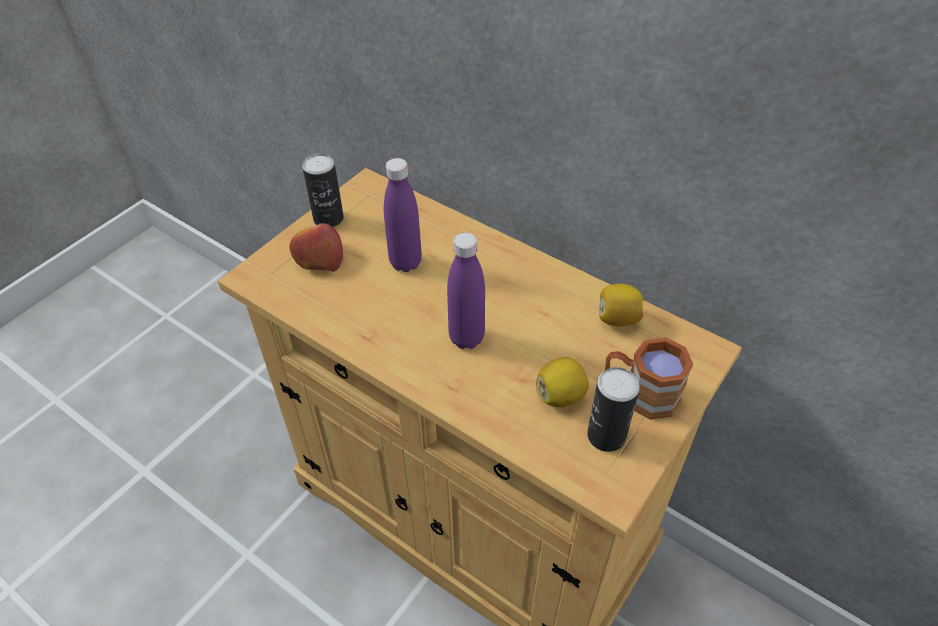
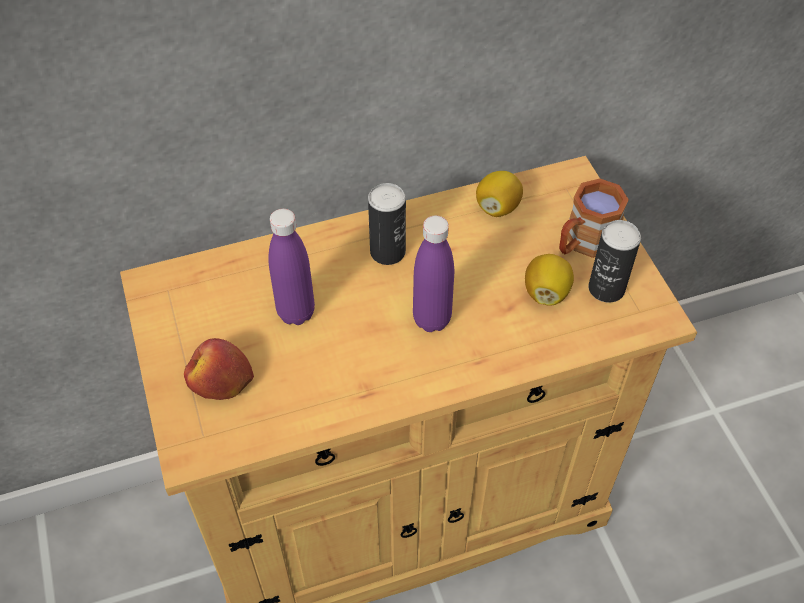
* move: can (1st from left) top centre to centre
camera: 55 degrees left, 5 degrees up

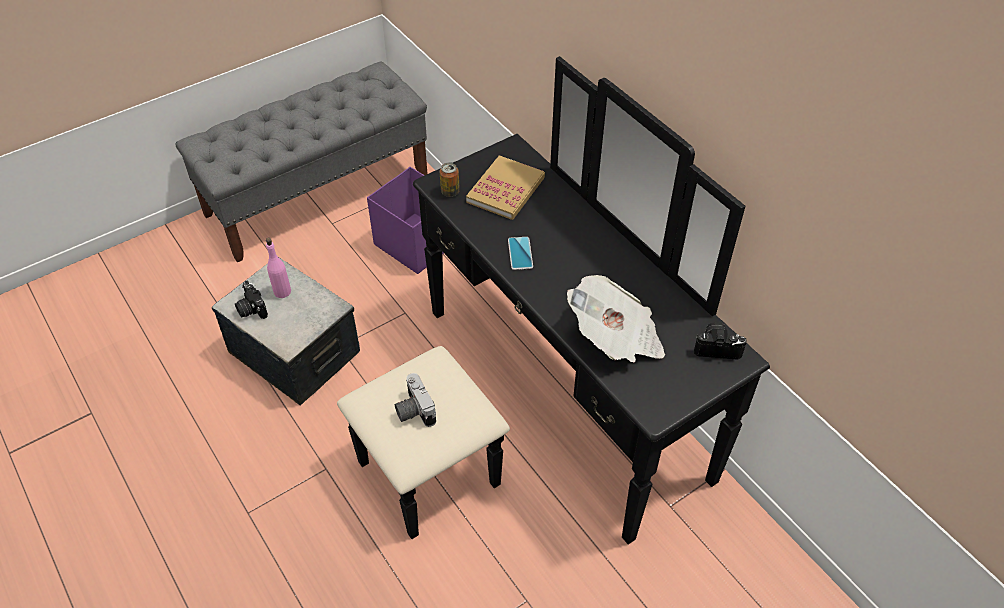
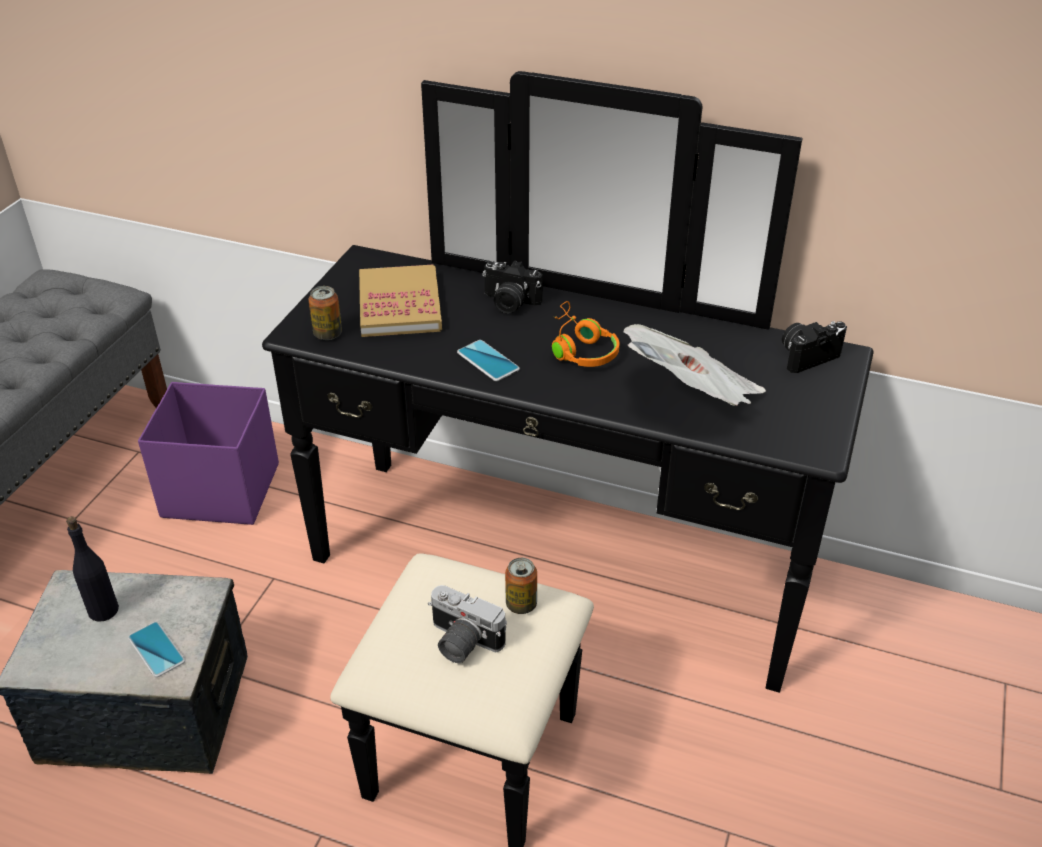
* insert: phone (1st from left) bottom left
* insert: can (2nd from left) bottom centre
* insert: headphones (orange) centre
* move: photo camera (1st from left in the first image) middle left to photo camera (2nd from left) centre
* recolor: bottle (pink) middle left to bottle (black) bottom left
camera: 35 degrees left, 10 degrees down

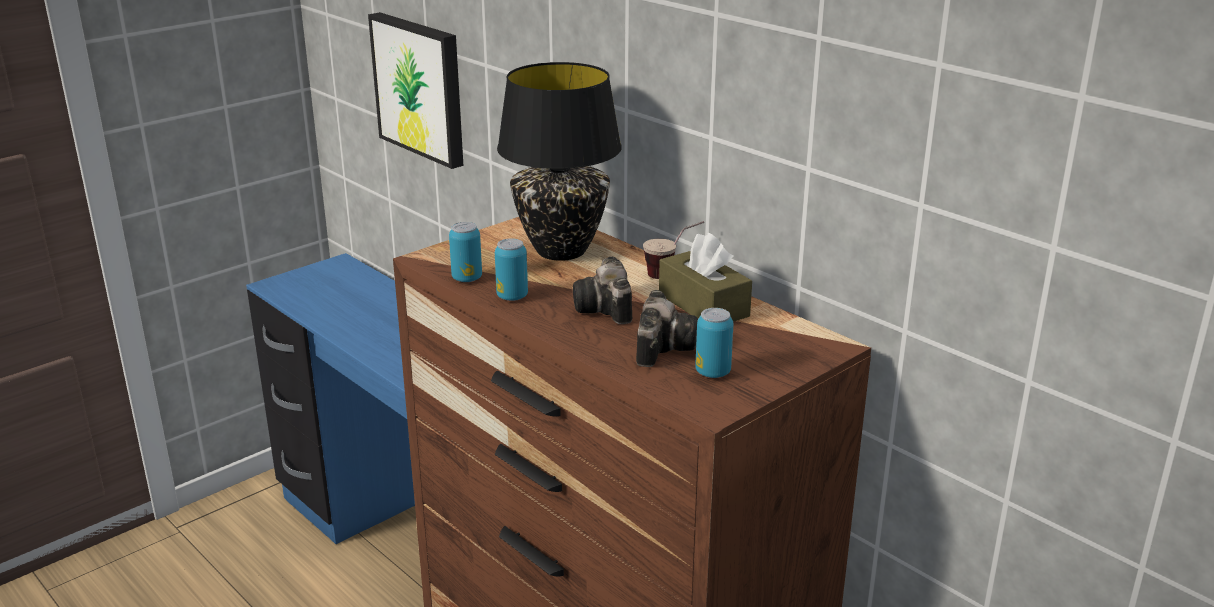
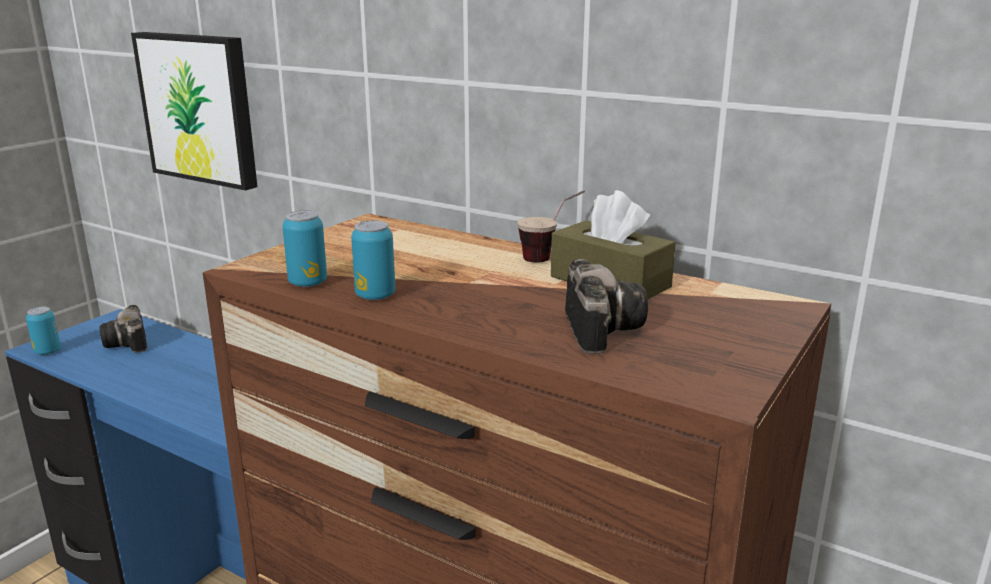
* delete: table lamp (black) top centre
* move: photo camera (1st from left) centre to middle left
* move: can (3rd from left in the first image) centre to can (1st from left) middle left
camera: 15 degrees left, 5 degrees down

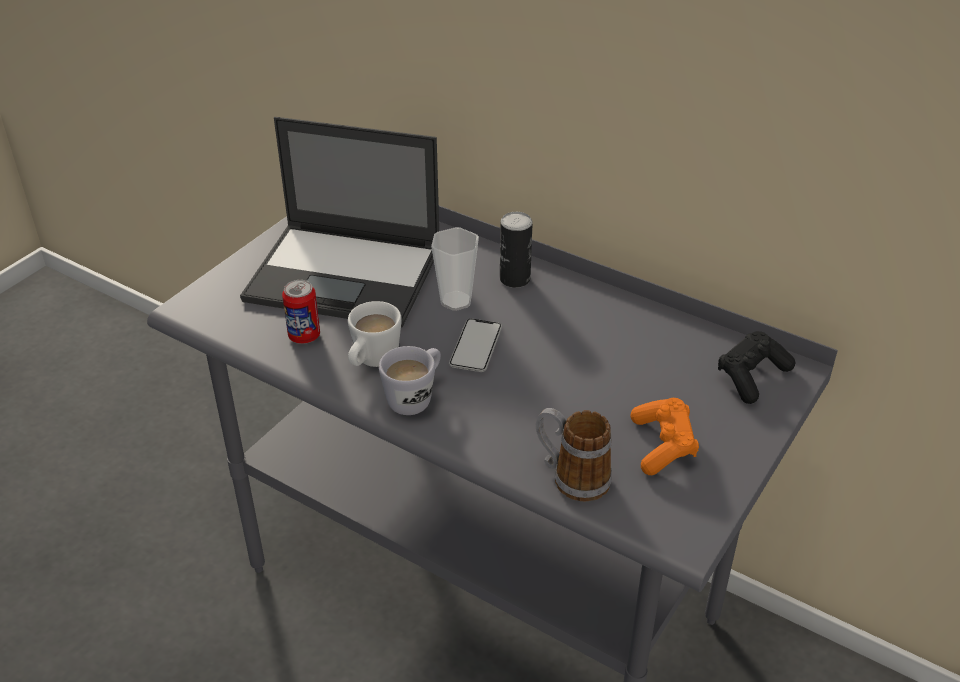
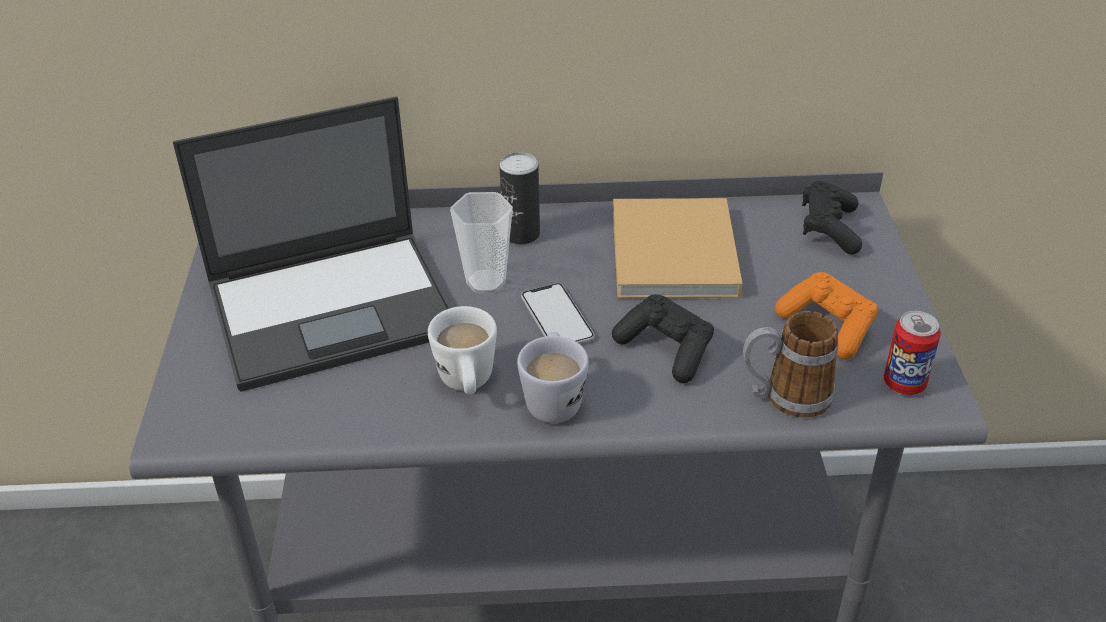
* insert: game controller (black) (1st from left) centre
* insert: book (beige) centre
* move: can (1st from left in the first image) middle left to can (2nd from left) middle right
camera: 35 degrees left, 0 degrees up

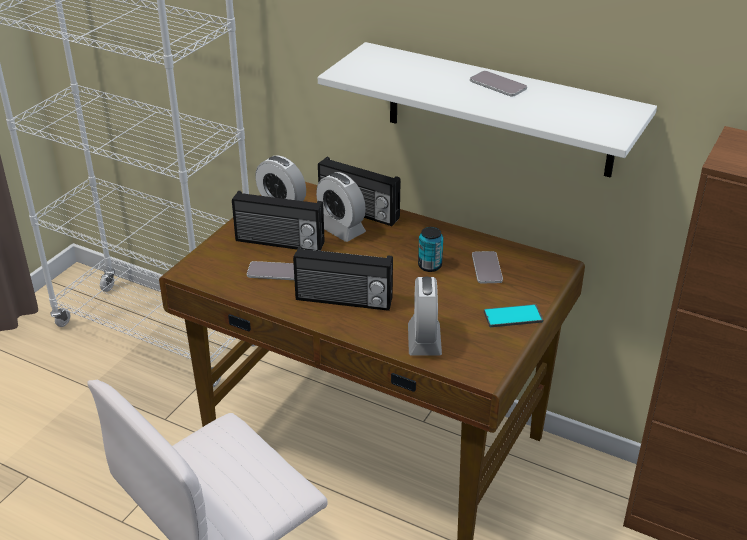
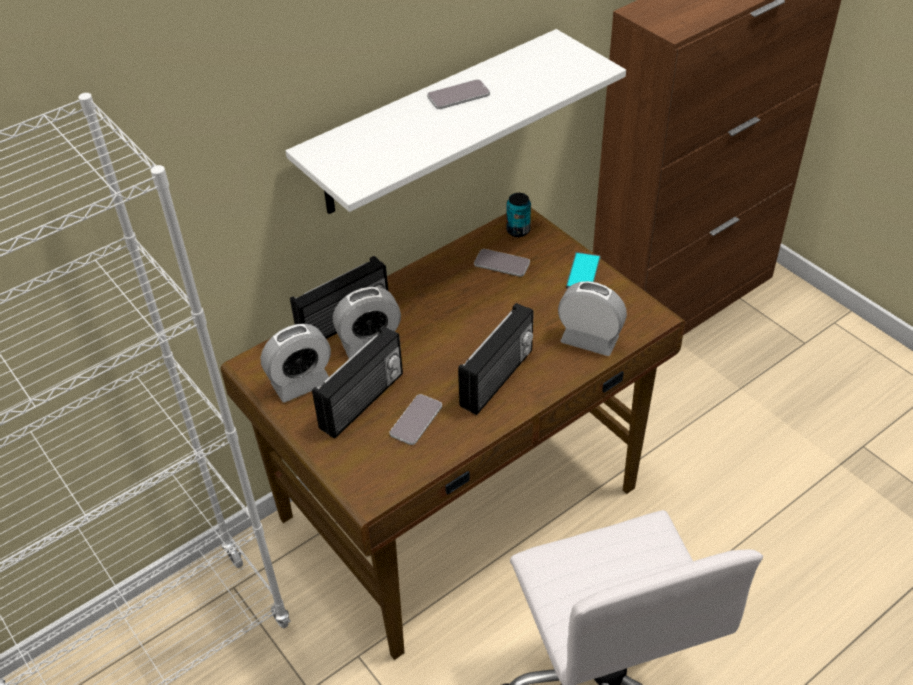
* move: can centre to top centre
camera: 65 degrees left, 10 degrees up

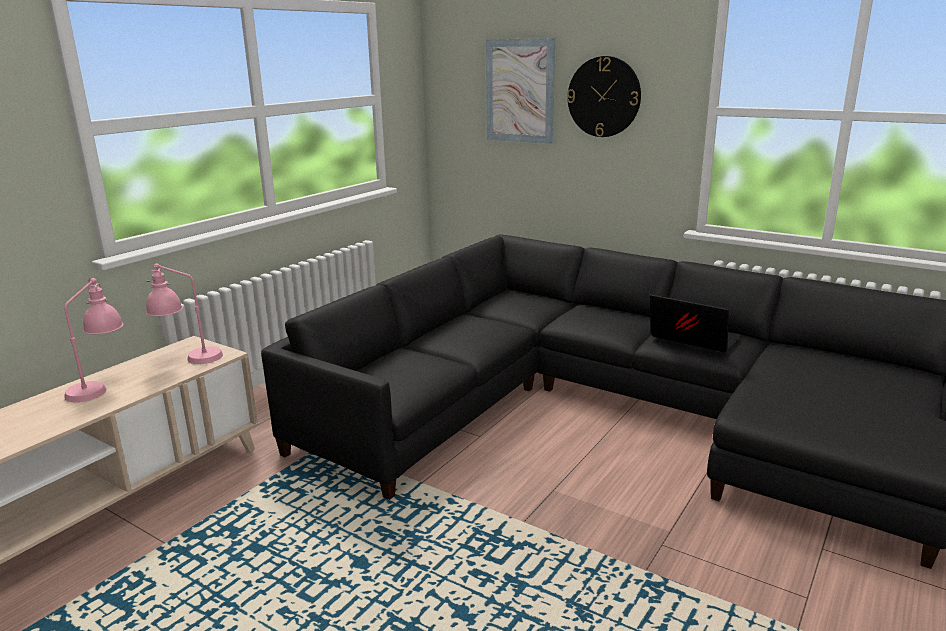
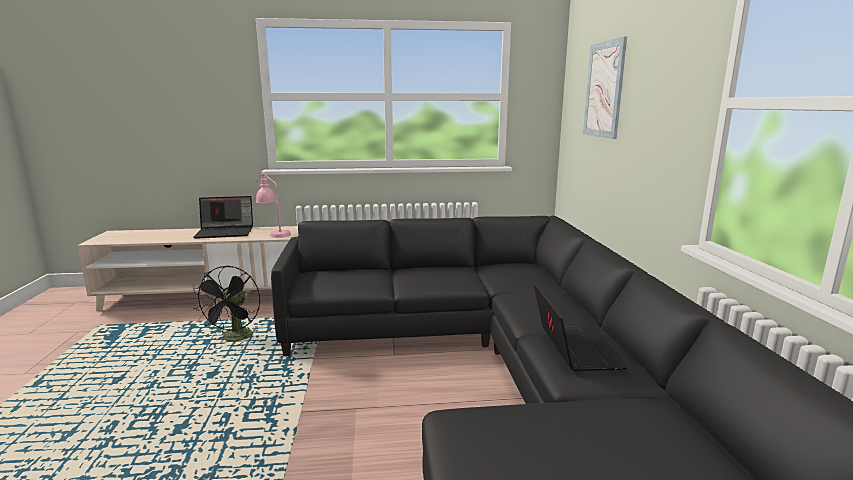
* delete: wall clock top centre
* insert: fan (black) middle left
* replace: table lamp (pink) (1st from left) middle left to laptop (1st from left) middle left
camera: 50 degrees right, 5 degrees down

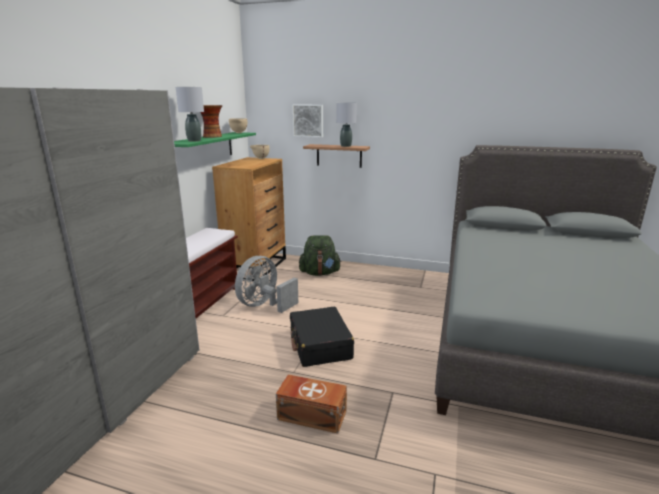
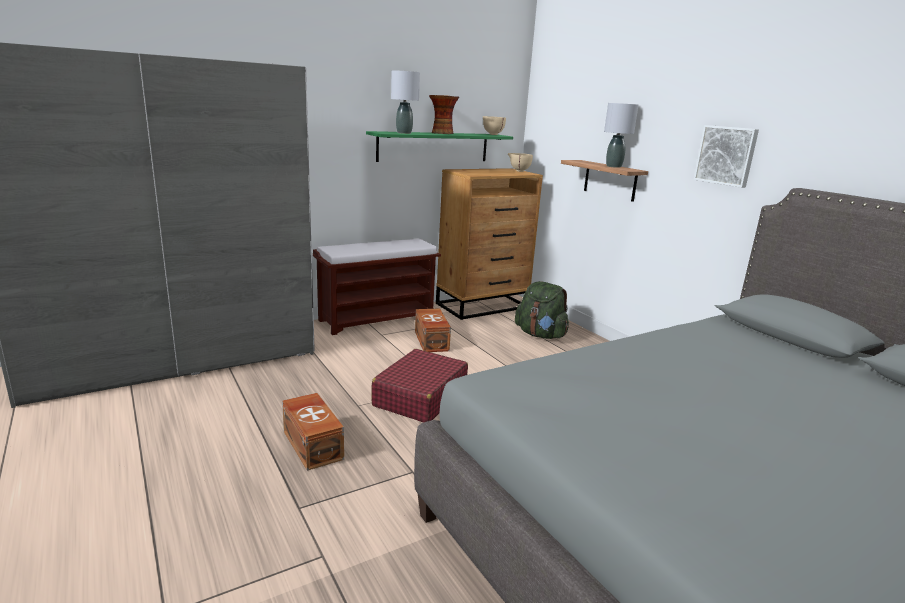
* move: picture top centre to top right
* replace: fan (grey) centre to storage box (brown) (2nd from left) centre
* recolor: suitcase (black) bottom centre to suitcase (red) centre
camera: 40 degrees right, 0 degrees up

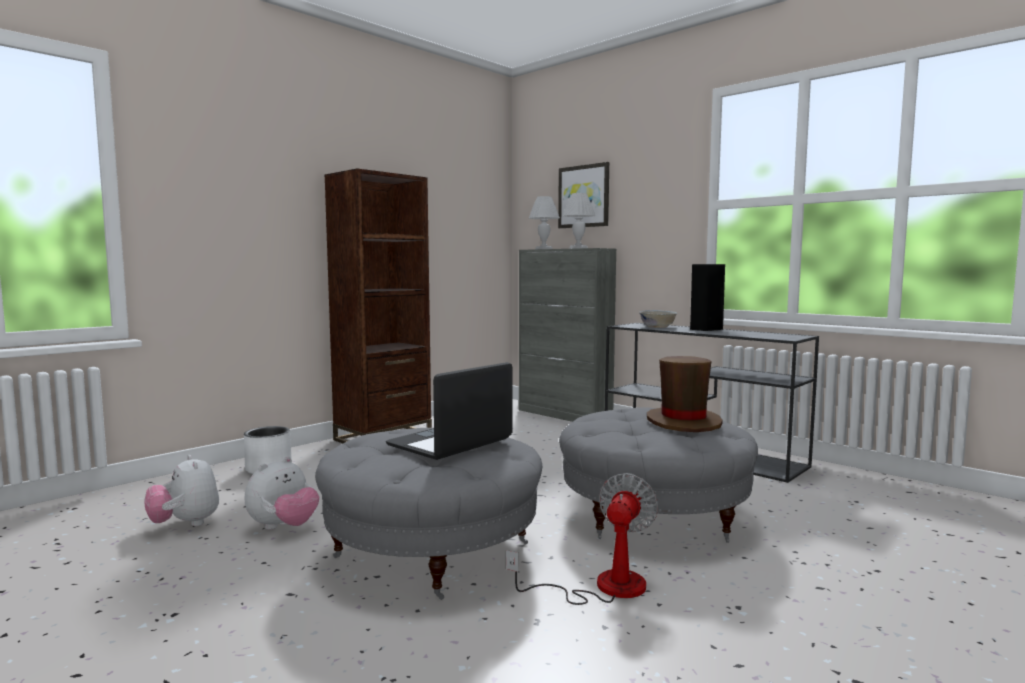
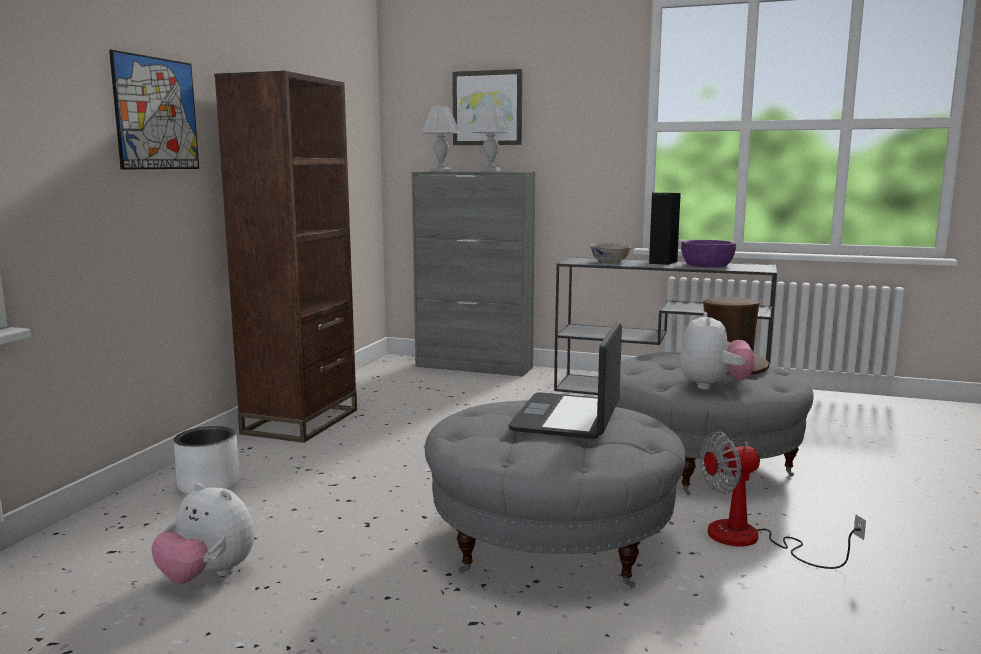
* insert: picture (1st from left) top left
* insert: bowl (purple) middle right
* move: plush toy (2nd from left) bottom left to middle right
* rotate: fan bottom centre = bottom right 105 degrees counterclockwise
camera: 25 degrees left, 5 degrees up

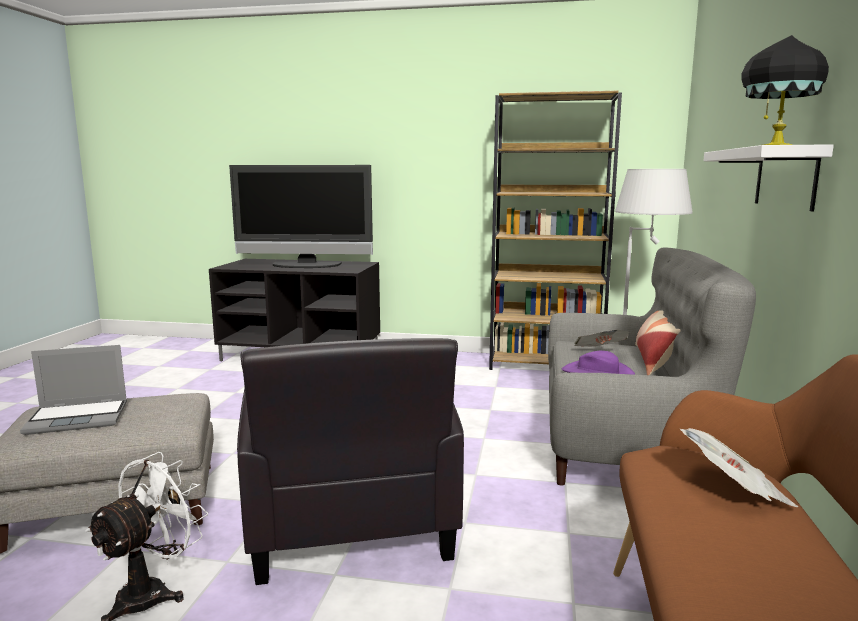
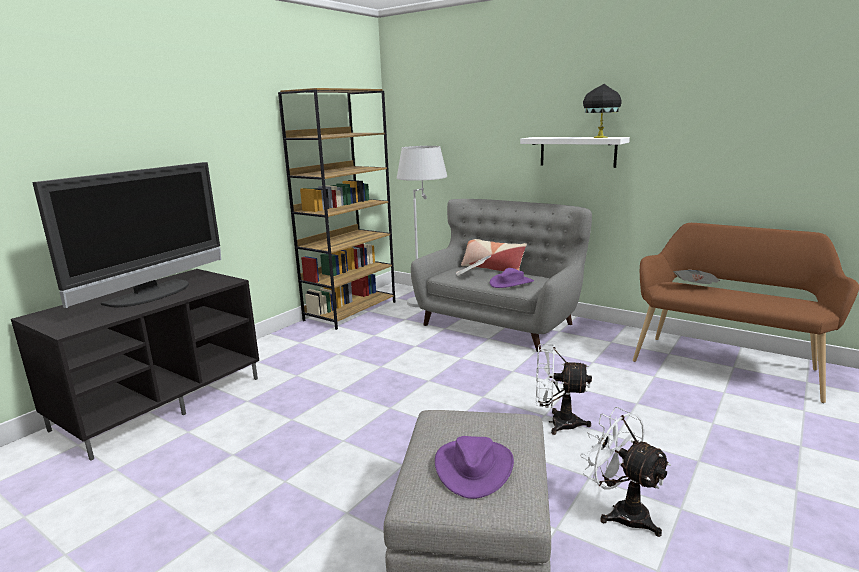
* replace: laptop middle left to hat (purple) (1st from left) bottom centre
* replace: armchair (black) bottom centre to fan (white) (1st from left) bottom centre
camera: 65 degrees left, 5 degrees up

